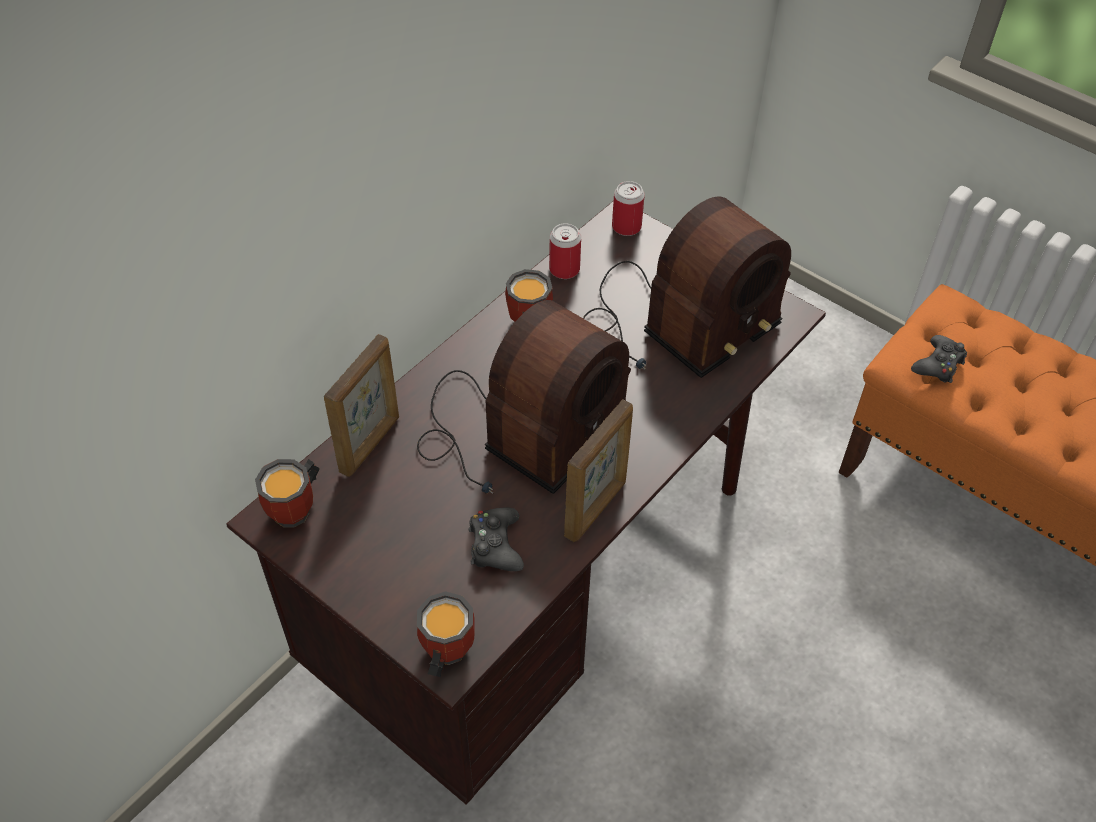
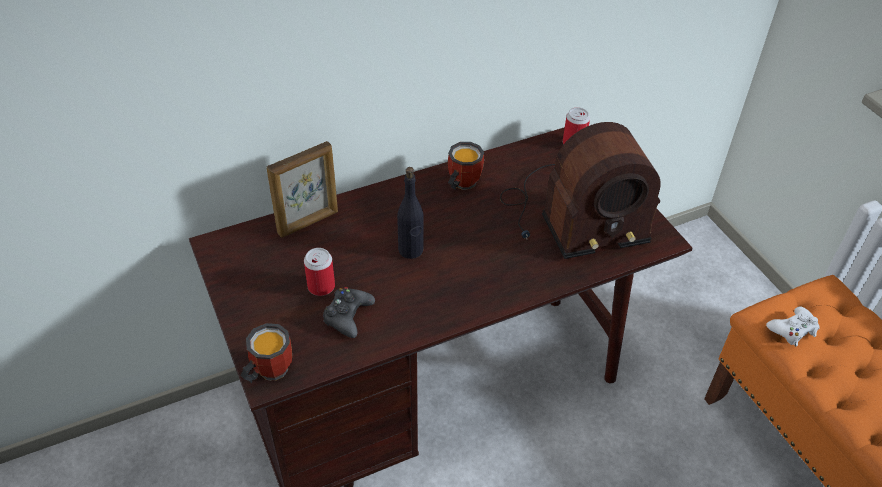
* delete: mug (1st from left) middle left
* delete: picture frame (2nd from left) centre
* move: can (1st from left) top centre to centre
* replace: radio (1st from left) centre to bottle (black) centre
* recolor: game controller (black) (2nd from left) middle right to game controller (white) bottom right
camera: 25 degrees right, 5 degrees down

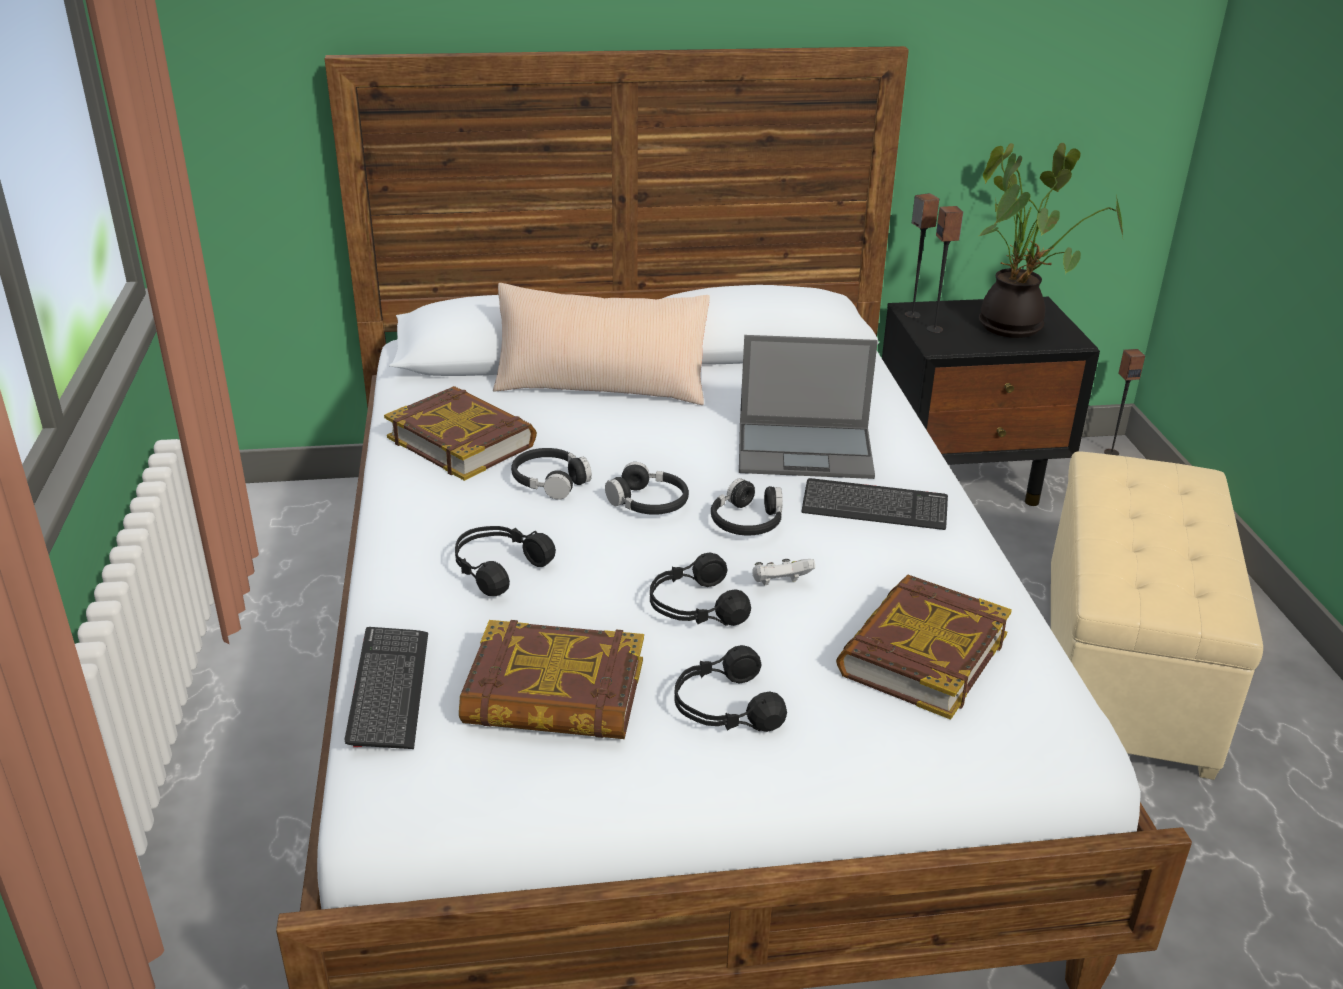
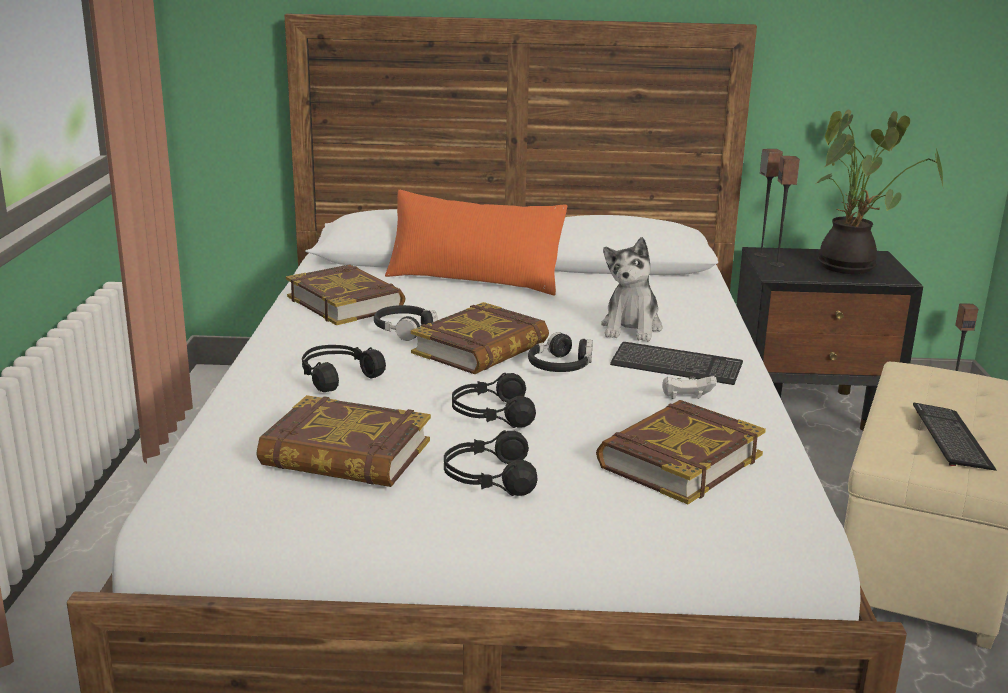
* move: keyboard (1st from left in the first image) bottom left to keyboard (2nd from left) middle right
* move: game controller (white) centre to middle right
* replace: headphones (black) (3rd from left) centre to book (3rd from left) centre
* replace: laptop centre to plush toy centre
* recolor: pillow (beige) centre to pillow (orange) centre
camera: 10 degrees right, 10 degrees down

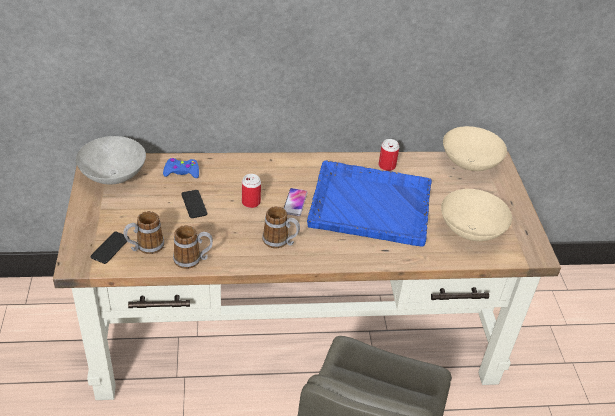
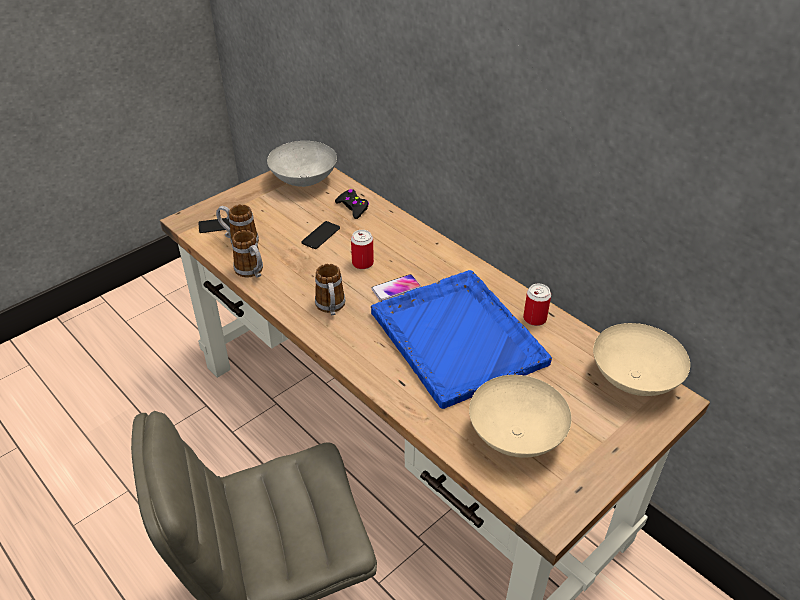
* recolor: game controller (blue) middle left to game controller (black) centre
camera: 55 degrees right, 0 degrees up

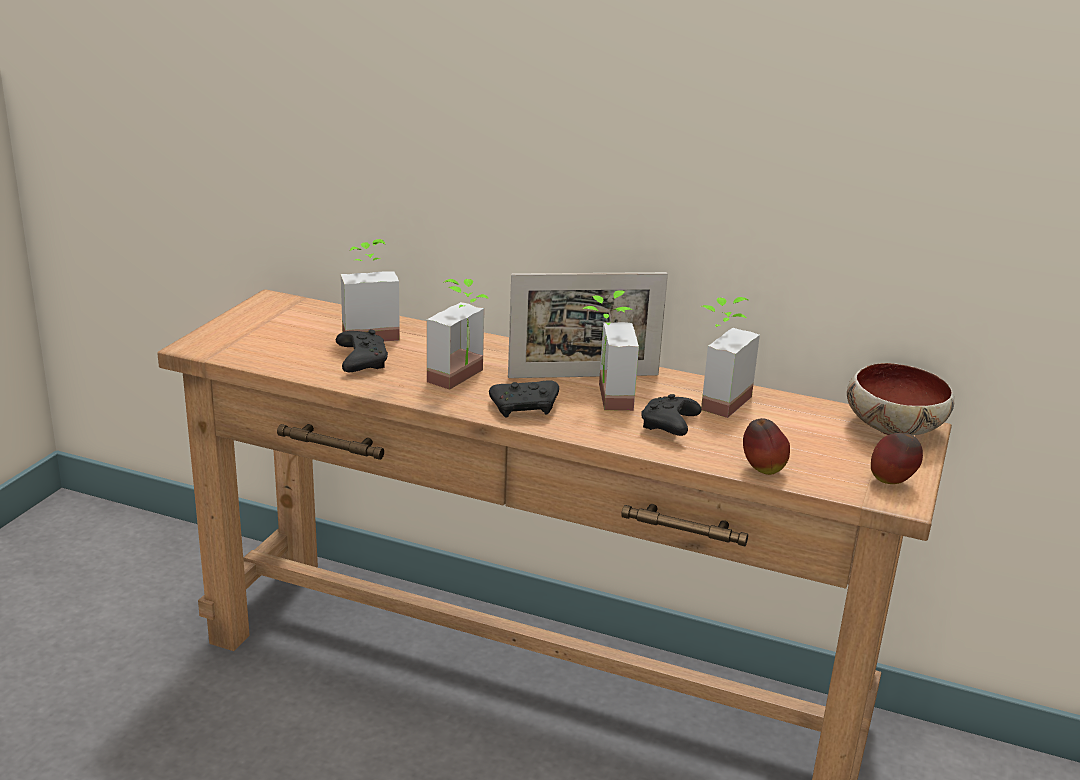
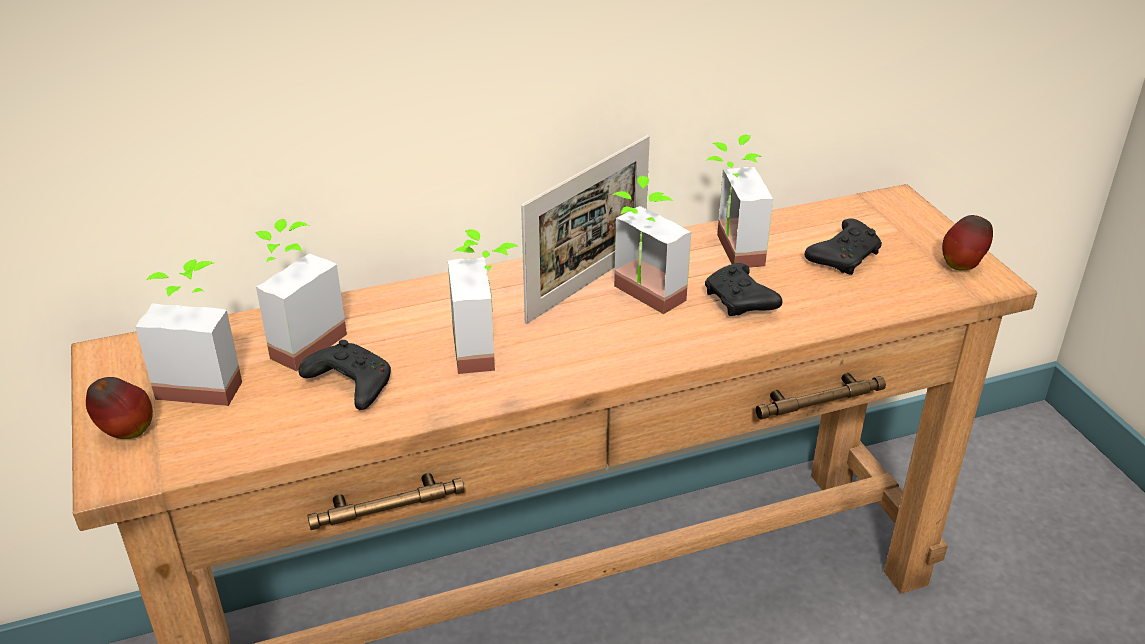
* delete: bowl middle right
* insert: potted plant (1st from left) middle left
* move: game controller (black) (2nd from left in the first image) centre to game controller (black) (3rd from left) middle right
* move: apple (1st from left) middle right to middle left
camera: 40 degrees left, 10 degrees up

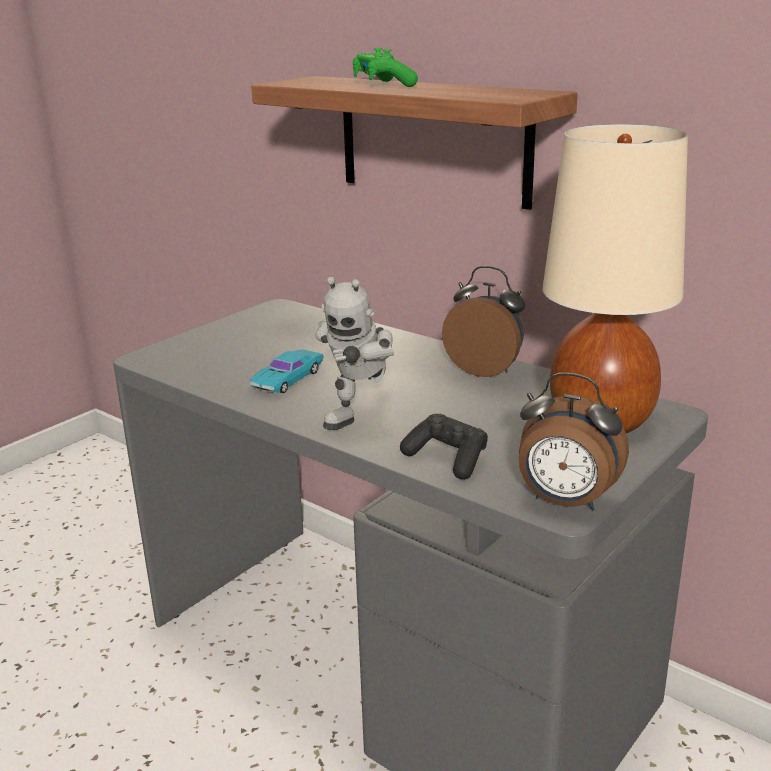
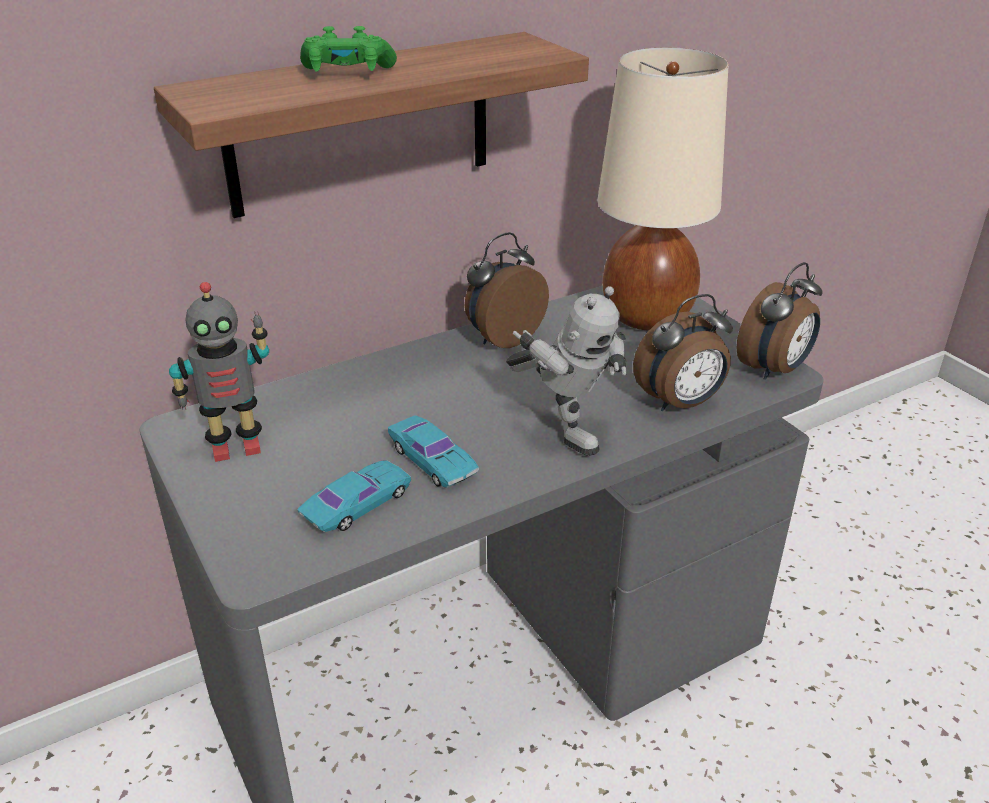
* insert: toy robot (1st from left) middle left
* insert: toy car (turquoise) (1st from left) centre
* replace: game controller (black) centre to alarm clock (2nd from left) middle right
camera: 70 degrees left, 10 degrees up

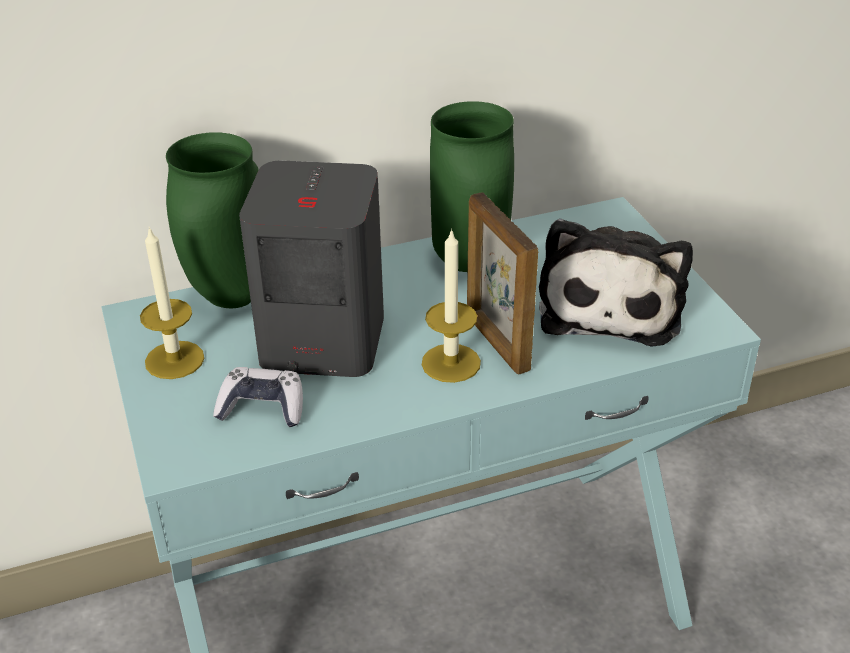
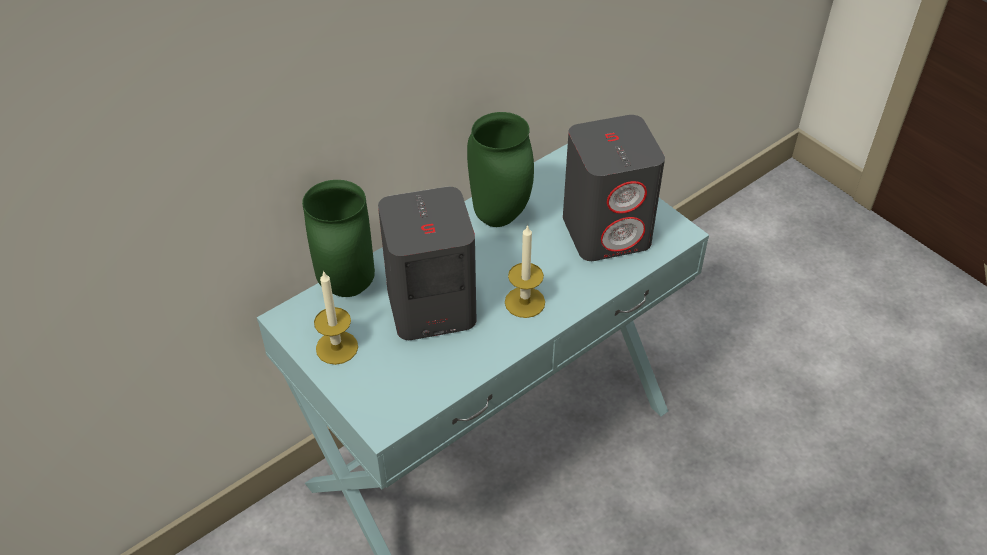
* delete: game controller middle left
* delete: picture frame centre
* replace: plush toy middle right to speaker (grey) (2nd from left) centre
camera: 20 degrees left, 10 degrees up

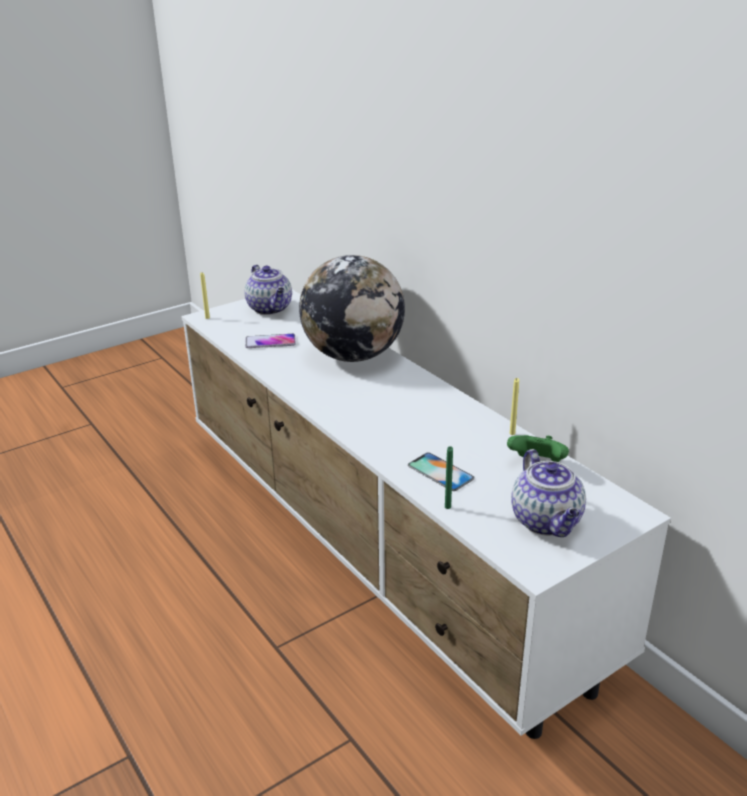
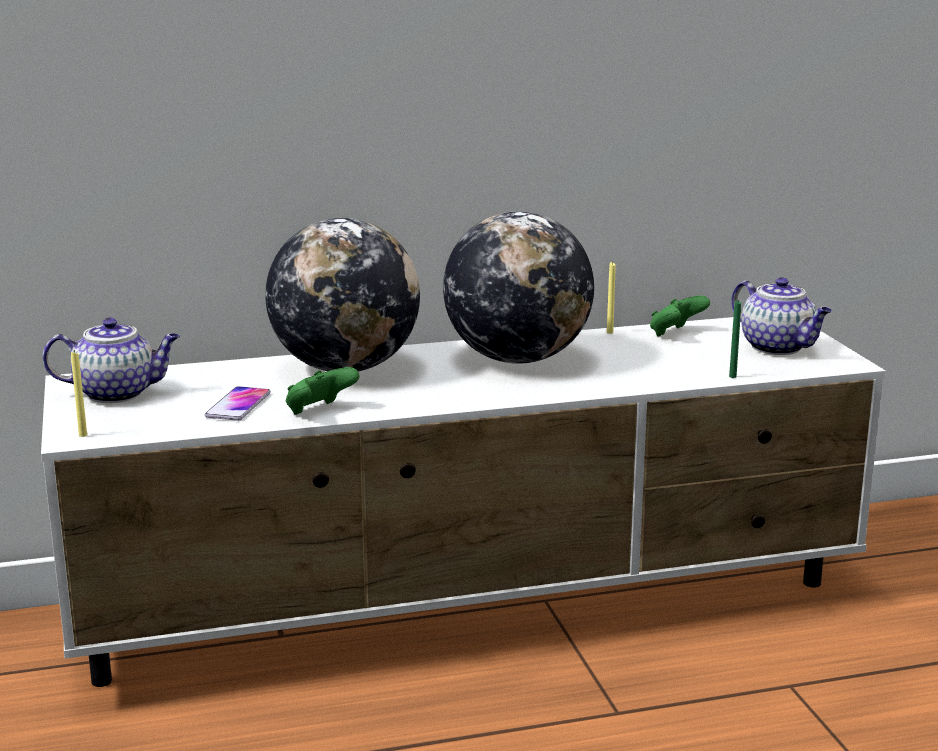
* delete: phone (2nd from left) centre
* insert: game controller (green) (1st from left) centre
* insert: globe (2nd from left) centre
* rotate: teapot (2nd from left) middle right = middle right 45 degrees clockwise
camera: 70 degrees left, 10 degrees down

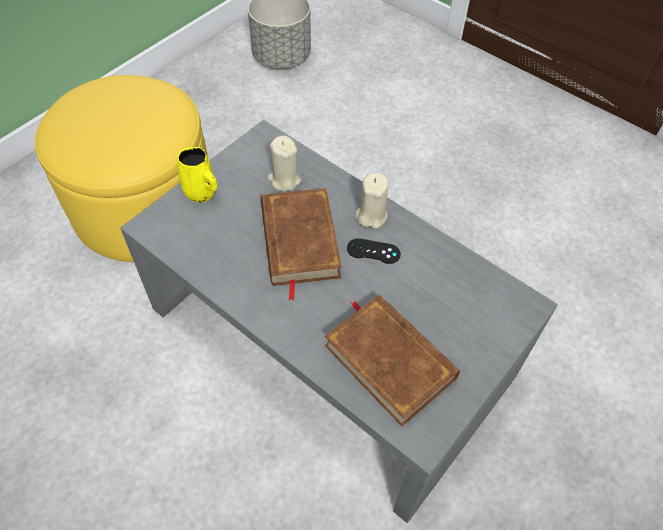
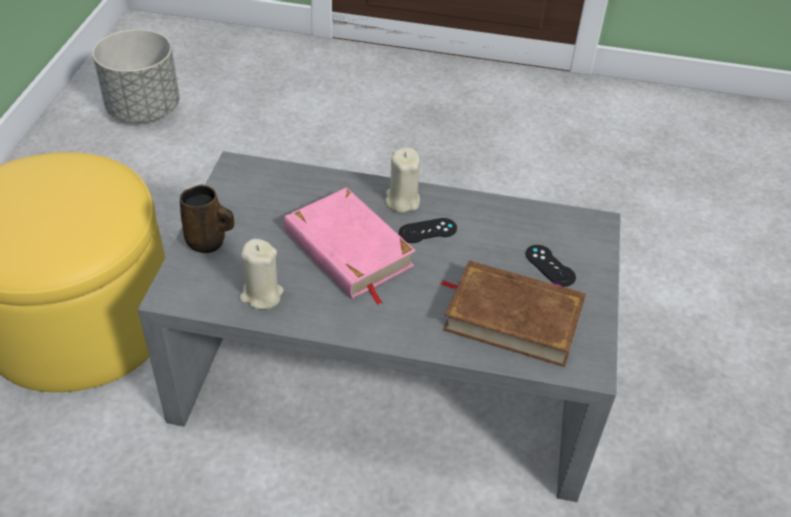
* insert: game controller (black) (2nd from left) middle right
* move: candle (beige) (1st from left) top centre to middle left
* recolor: mug (yellow) top left to mug (brown) middle left
* recolor: book (brown) (1st from left) centre to book (pink) centre
camera: 30 degrees left, 10 degrees down

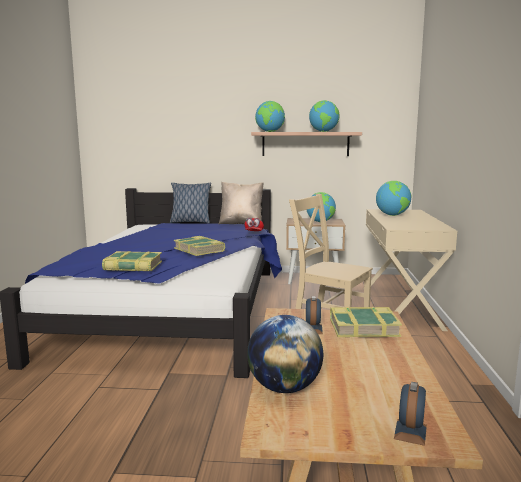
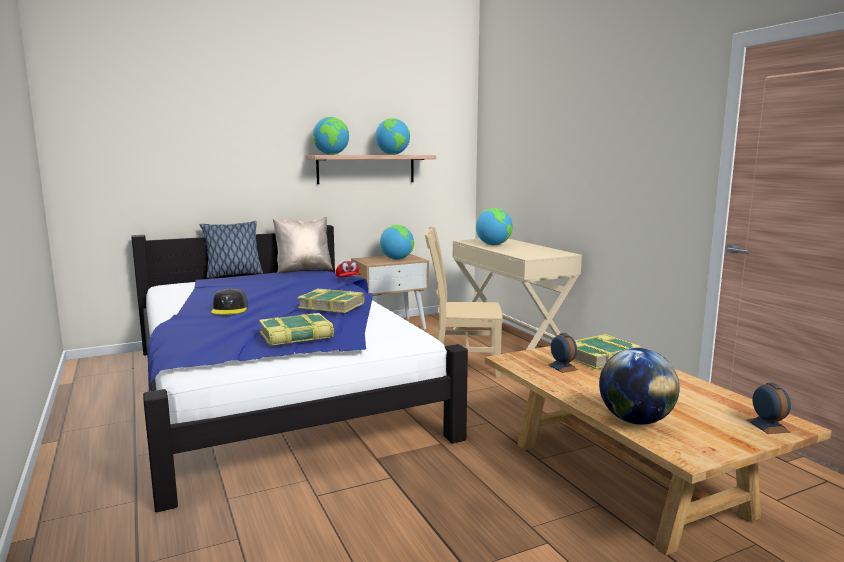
* insert: cap (grey) middle left
camera: 30 degrees left, 0 degrees up

